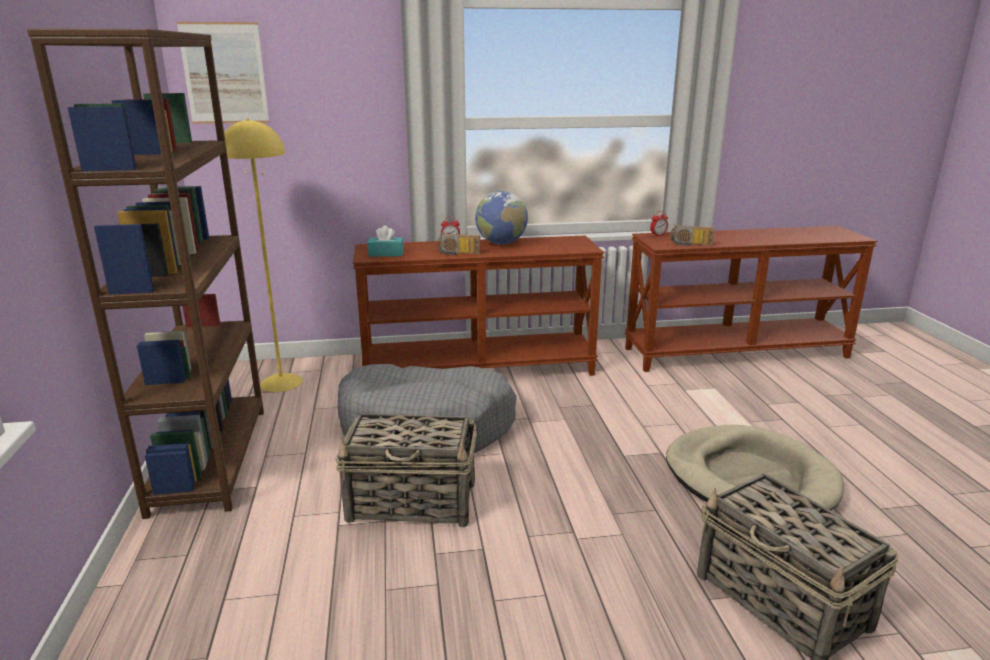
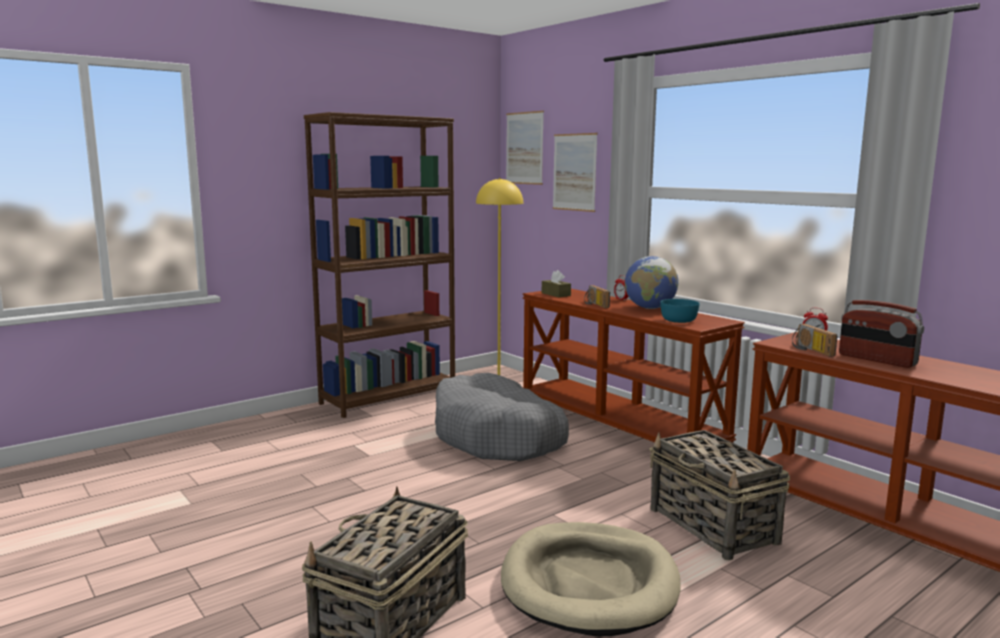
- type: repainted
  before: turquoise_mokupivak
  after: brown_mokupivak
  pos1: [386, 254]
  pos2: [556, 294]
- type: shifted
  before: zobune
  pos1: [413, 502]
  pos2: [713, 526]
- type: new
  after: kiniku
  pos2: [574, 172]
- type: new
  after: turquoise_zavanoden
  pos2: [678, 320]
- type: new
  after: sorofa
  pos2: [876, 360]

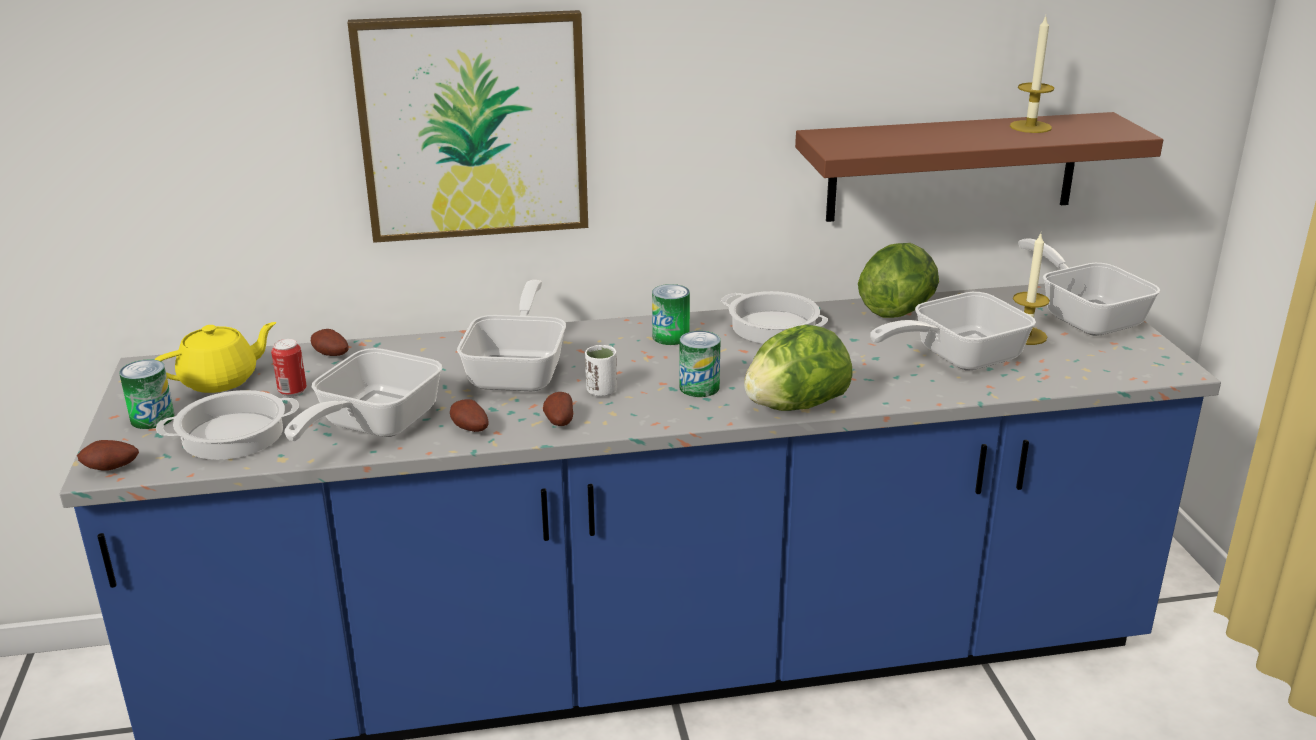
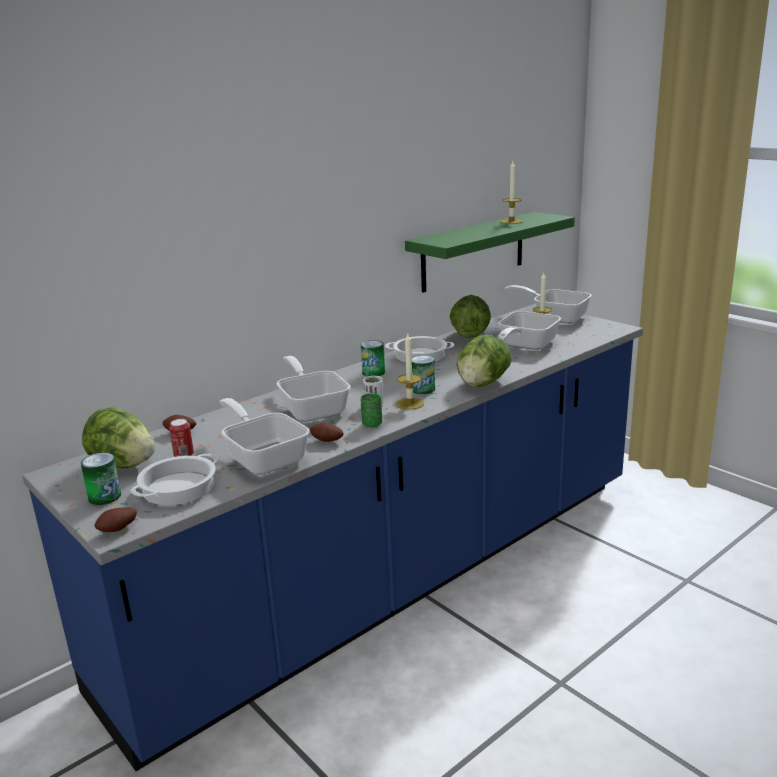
- type: gone
  before: kiniku
  pos1: [473, 126]
- type: repainted
  before: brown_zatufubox
  after: green_zatufubox
  pos1: [953, 167]
  pos2: [473, 251]
- type: swapped
  before: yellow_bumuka
  after: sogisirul
  pos1: [221, 380]
  pos2: [123, 464]
- type: rotated
  before: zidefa
  pos1: [371, 426]
  pos2: [264, 457]
  turn: 150
- type: swapped
  before: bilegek
  after: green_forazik
  pos1: [558, 422]
  pos2: [372, 424]
- type: new
  after: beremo
  pos2: [410, 404]

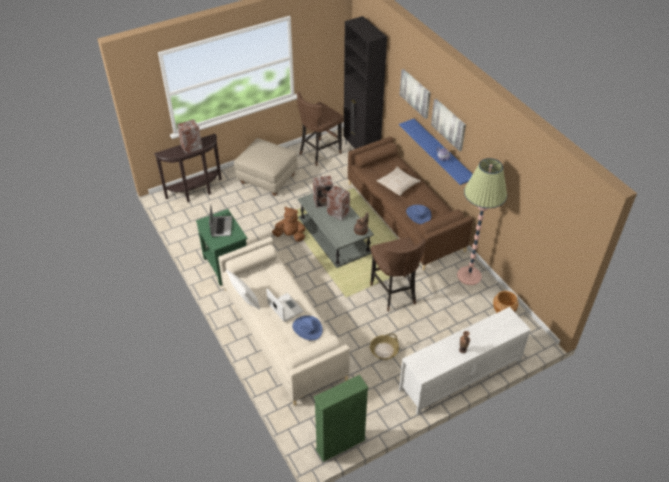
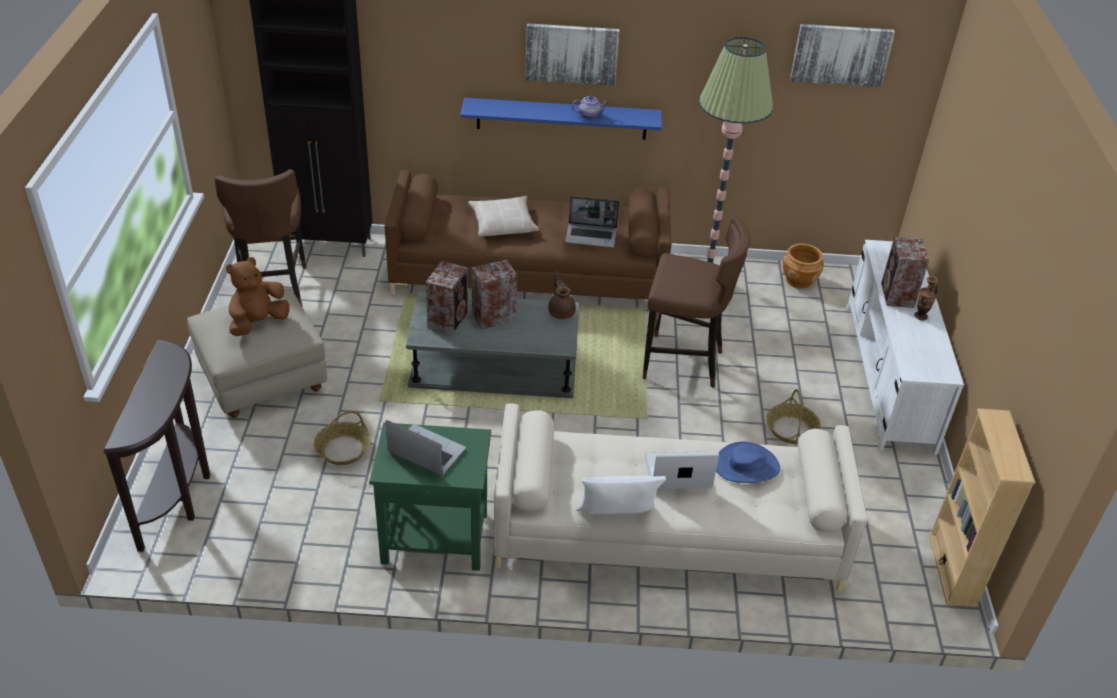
- type: shifted
  before: kiniku
  pos1: [415, 93]
  pos2: [841, 54]
- type: shifted
  before: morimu
  pos1: [191, 147]
  pos2: [897, 296]
- type: swapped
  before: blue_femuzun
  after: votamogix
  pos1: [418, 214]
  pos2: [591, 236]
- type: shifted
  before: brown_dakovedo
  pos1: [290, 236]
  pos2: [258, 323]
- type: repainted
  before: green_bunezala
  after: beige_bunezala
  pos1: [340, 444]
  pos2: [952, 569]
- type: new
  after: zobune
  pos2: [343, 449]

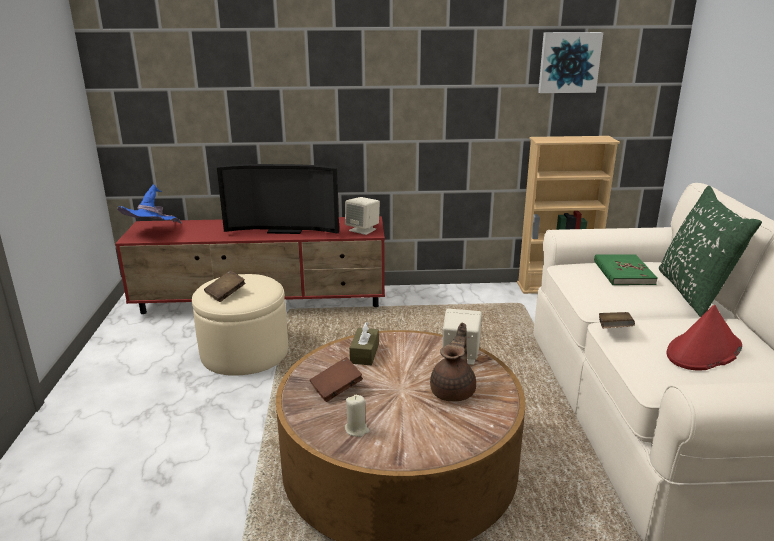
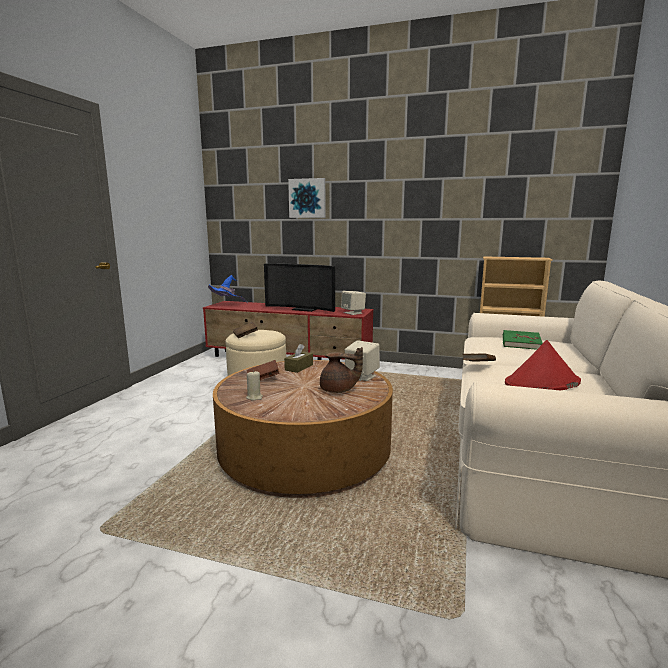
- type: shifted
  before: kiniku
  pos1: [569, 62]
  pos2: [307, 198]
- type: gone
  before: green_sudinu
  pos1: [694, 292]
- type: rotated
  before: brown_bumuka
  pos1: [454, 391]
  pos2: [338, 390]
  turn: 60

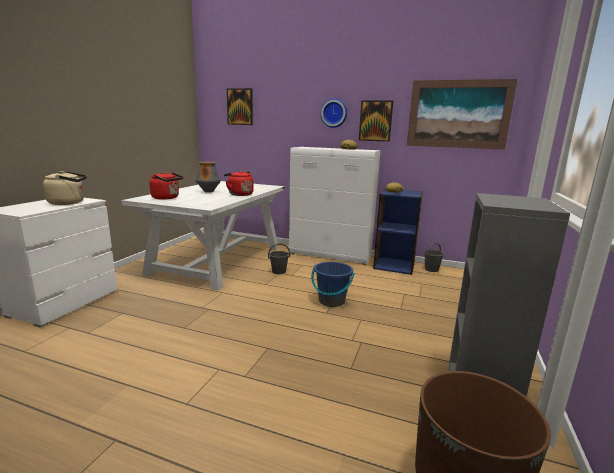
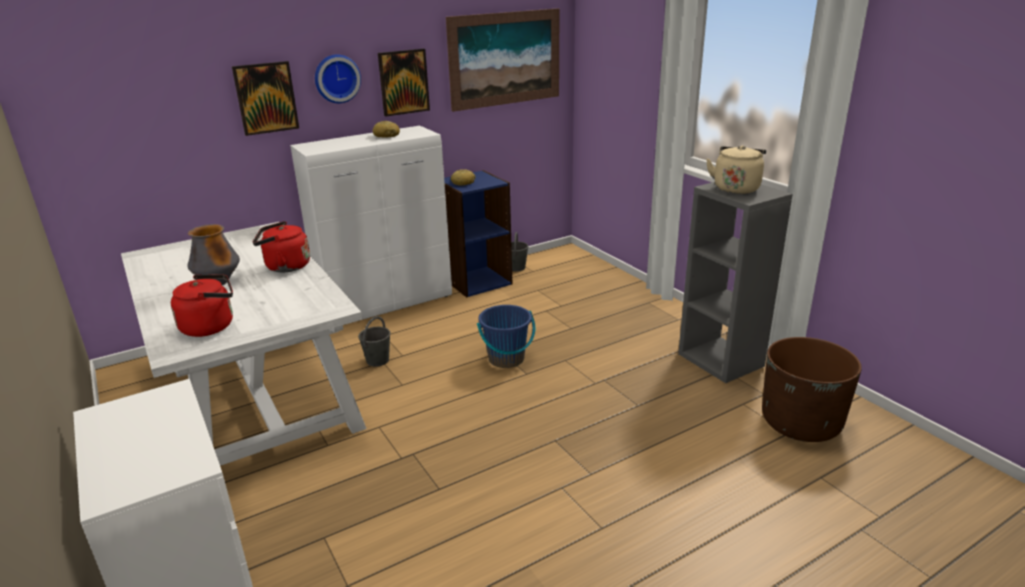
- type: shifted
  before: kiniku
  pos1: [240, 107]
  pos2: [266, 98]
- type: shifted
  before: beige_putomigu
  pos1: [69, 203]
  pos2: [736, 188]

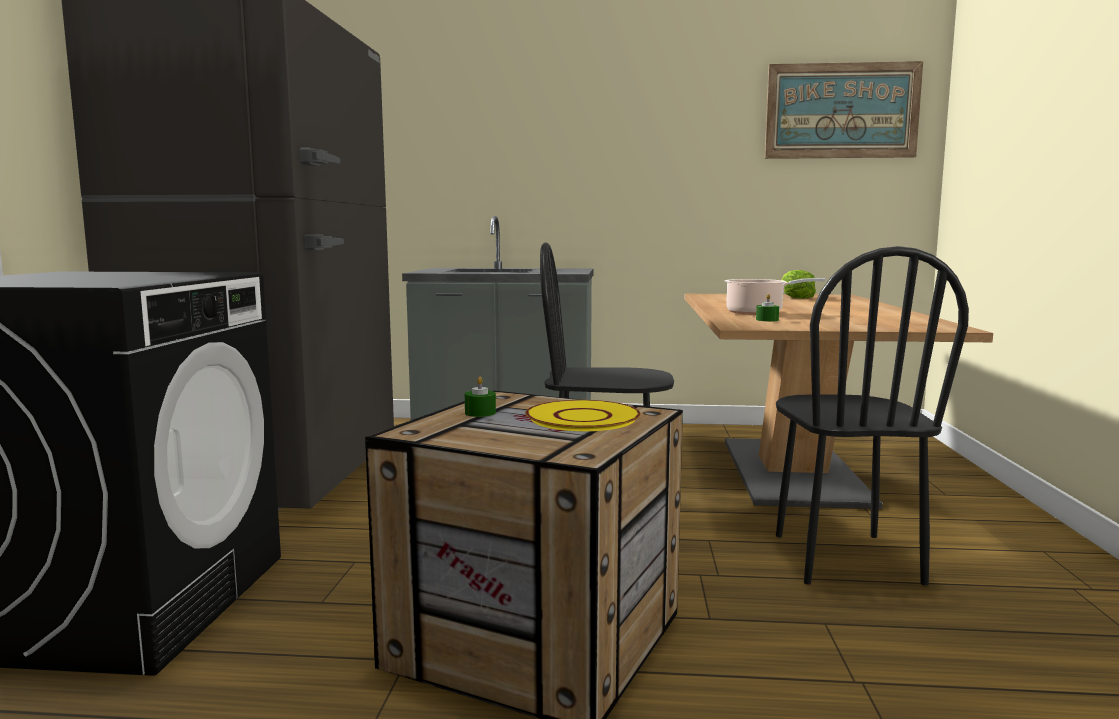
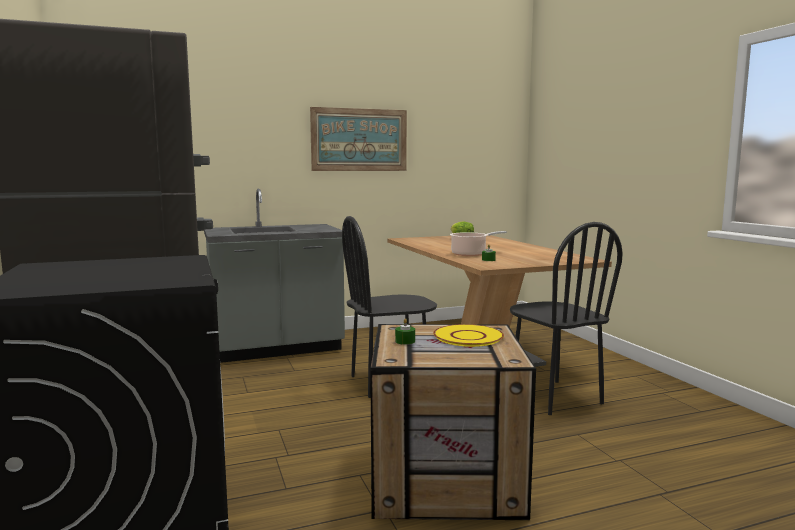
- type: shifted
  before: kiniku
  pos1: [841, 111]
  pos2: [359, 140]

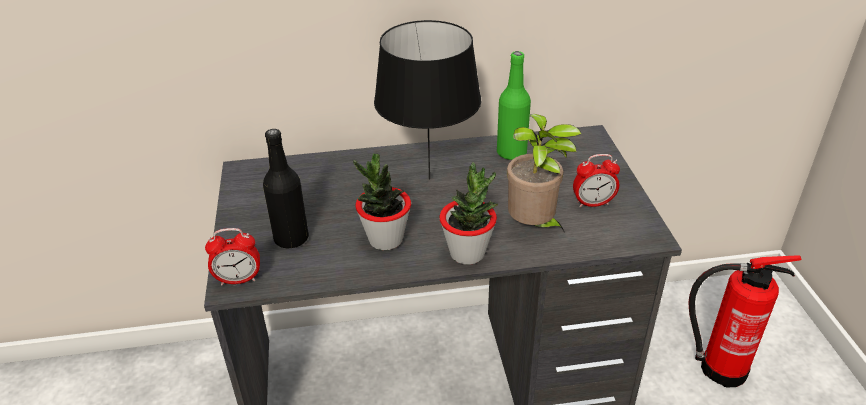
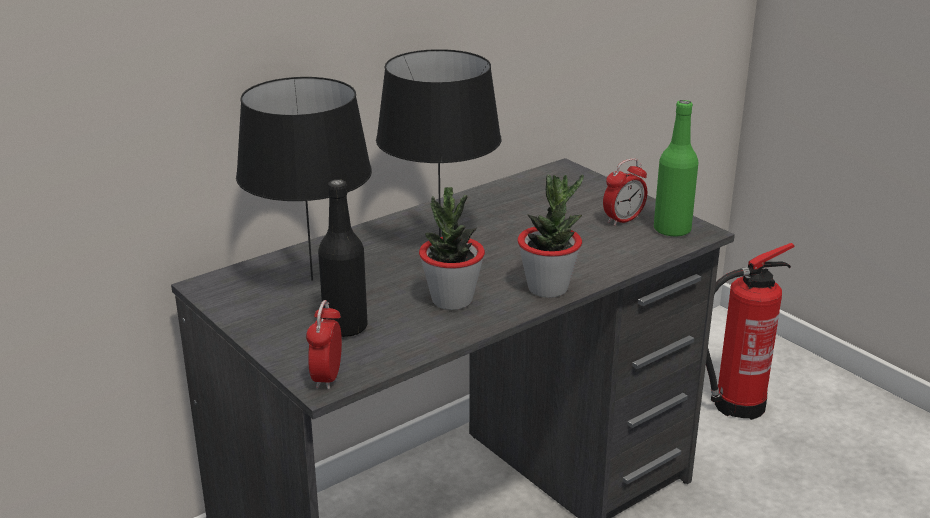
- type: shifted
  before: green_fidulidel
  pos1: [511, 153]
  pos2: [672, 230]
- type: gone
  before: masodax
  pos1: [534, 227]
- type: rotated
  before: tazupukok
  pos1: [238, 280]
  pos2: [327, 377]
  turn: 135
- type: new
  after: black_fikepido
  pos2: [313, 279]

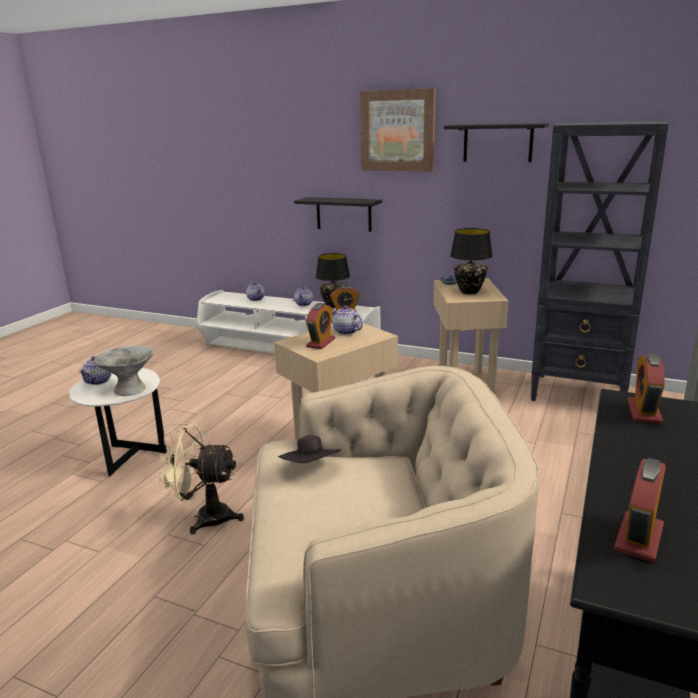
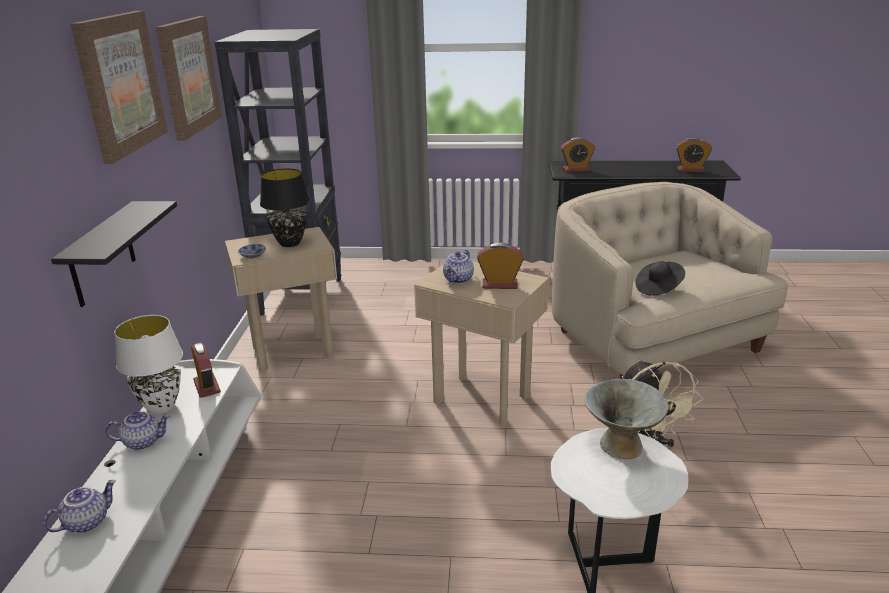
- type: swapped
  before: black_zatufubox
  after: kiniku
  pos1: [497, 143]
  pos2: [188, 76]
- type: repainted
  before: black_fikepido
  after: white_fikepido
  pos1: [334, 306]
  pos2: [160, 406]
- type: gone
  before: bumuka
  pos1: [99, 381]

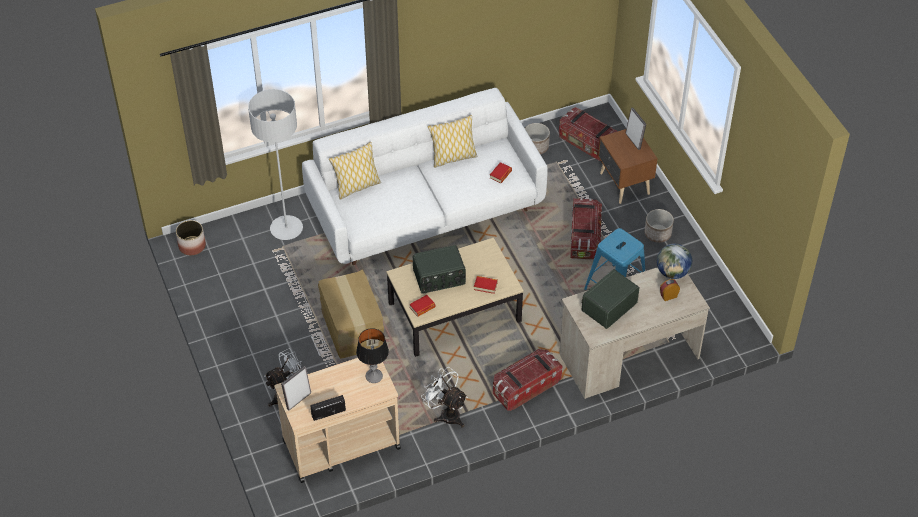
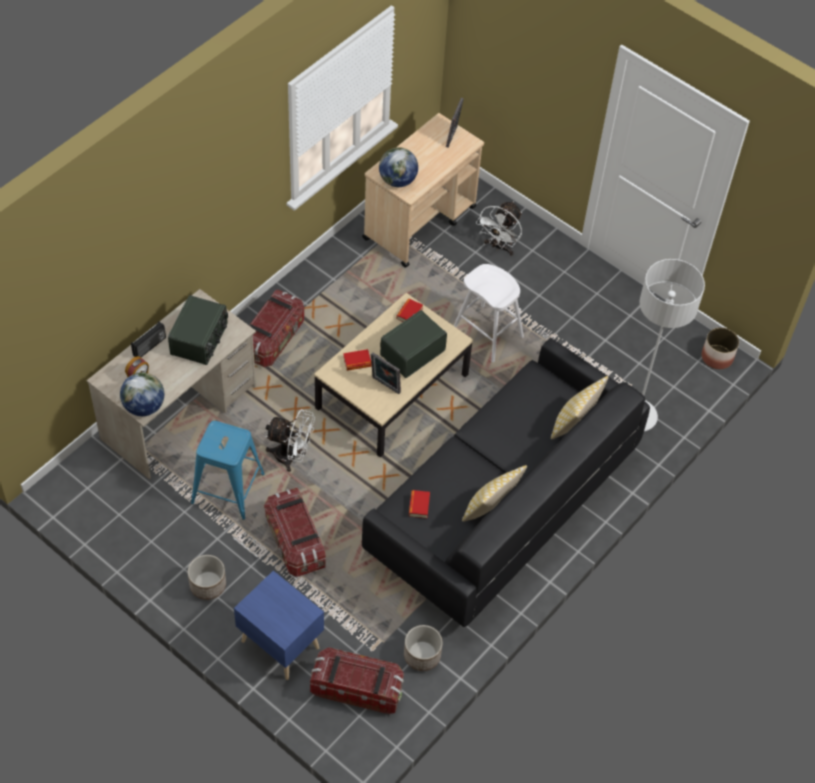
- type: repainted
  before: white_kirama
  after: black_kirama
  pos1: [426, 210]
  pos2: [500, 504]
- type: shifted
  before: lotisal
  pos1: [634, 140]
  pos2: [385, 386]
- type: repainted
  before: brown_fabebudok
  after: blue_fabebudok
  pos1: [624, 184]
  pos2: [280, 643]
- type: swapped
  before: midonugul
  after: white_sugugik
  pos1: [351, 328]
  pos2: [487, 333]
- type: swapped
  before: fikepido
  after: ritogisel
  pos1: [374, 376]
  pos2: [397, 181]
- type: shifted
  before: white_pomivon
  pos1: [446, 414]
  pos2: [291, 457]
- type: shifted
  before: sorofa
  pos1: [328, 412]
  pos2: [150, 347]

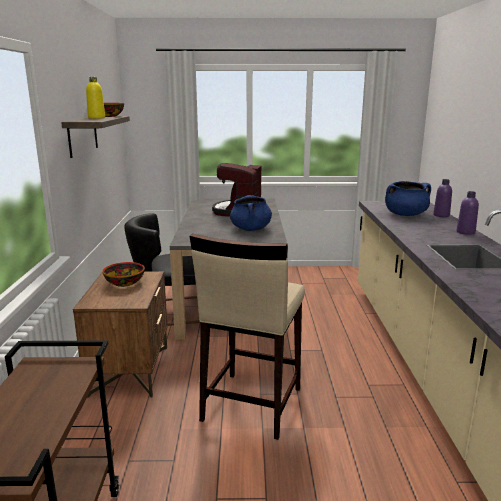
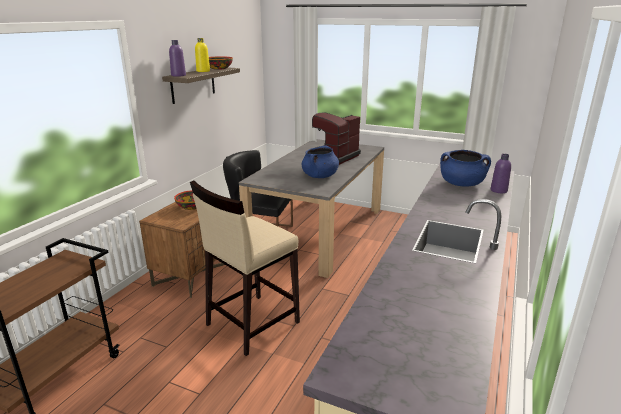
- type: shifted
  before: purple_fidulidel
  pos1: [465, 232]
  pos2: [178, 75]

